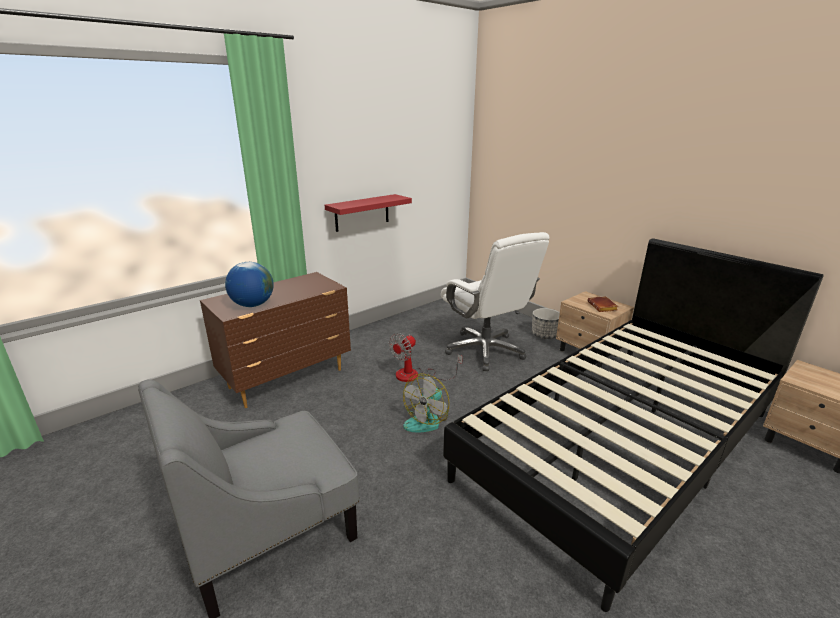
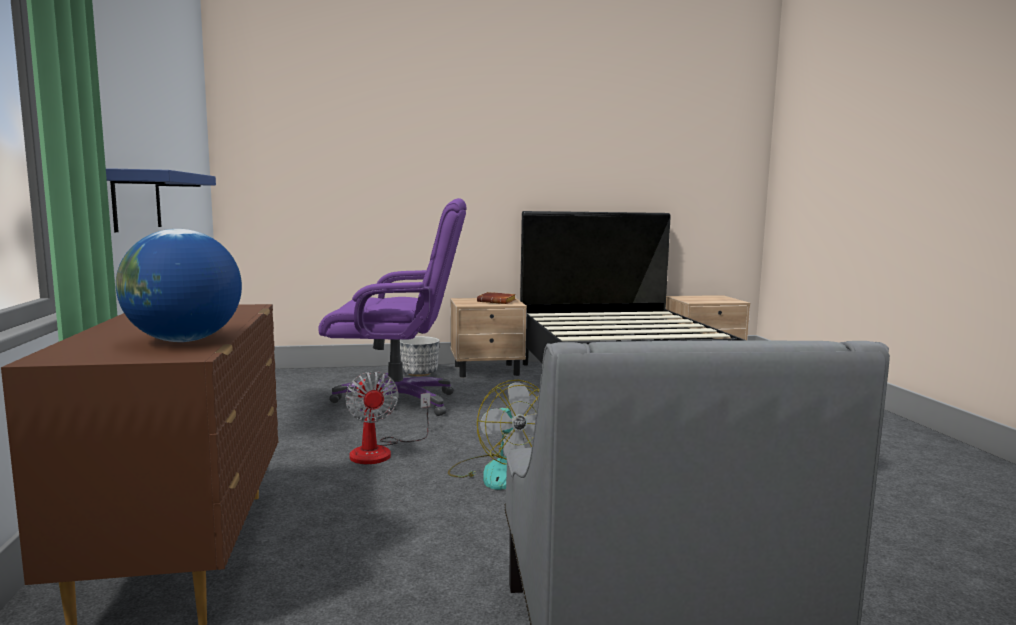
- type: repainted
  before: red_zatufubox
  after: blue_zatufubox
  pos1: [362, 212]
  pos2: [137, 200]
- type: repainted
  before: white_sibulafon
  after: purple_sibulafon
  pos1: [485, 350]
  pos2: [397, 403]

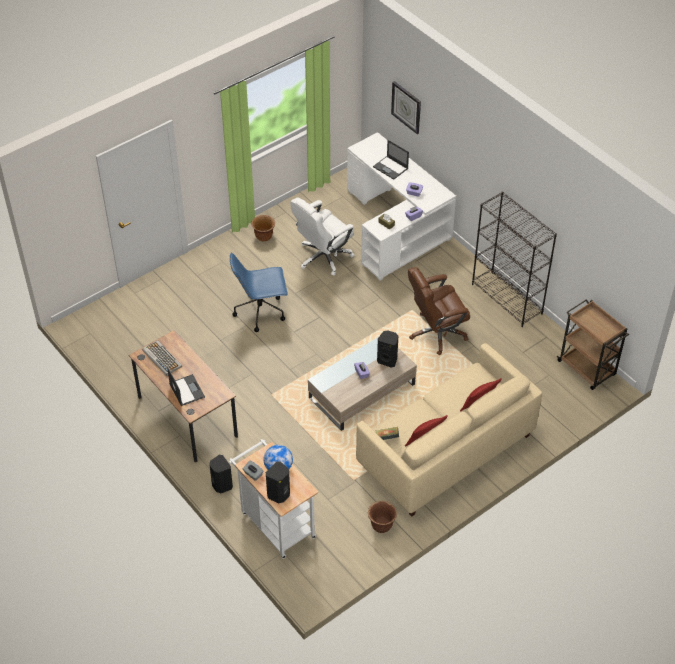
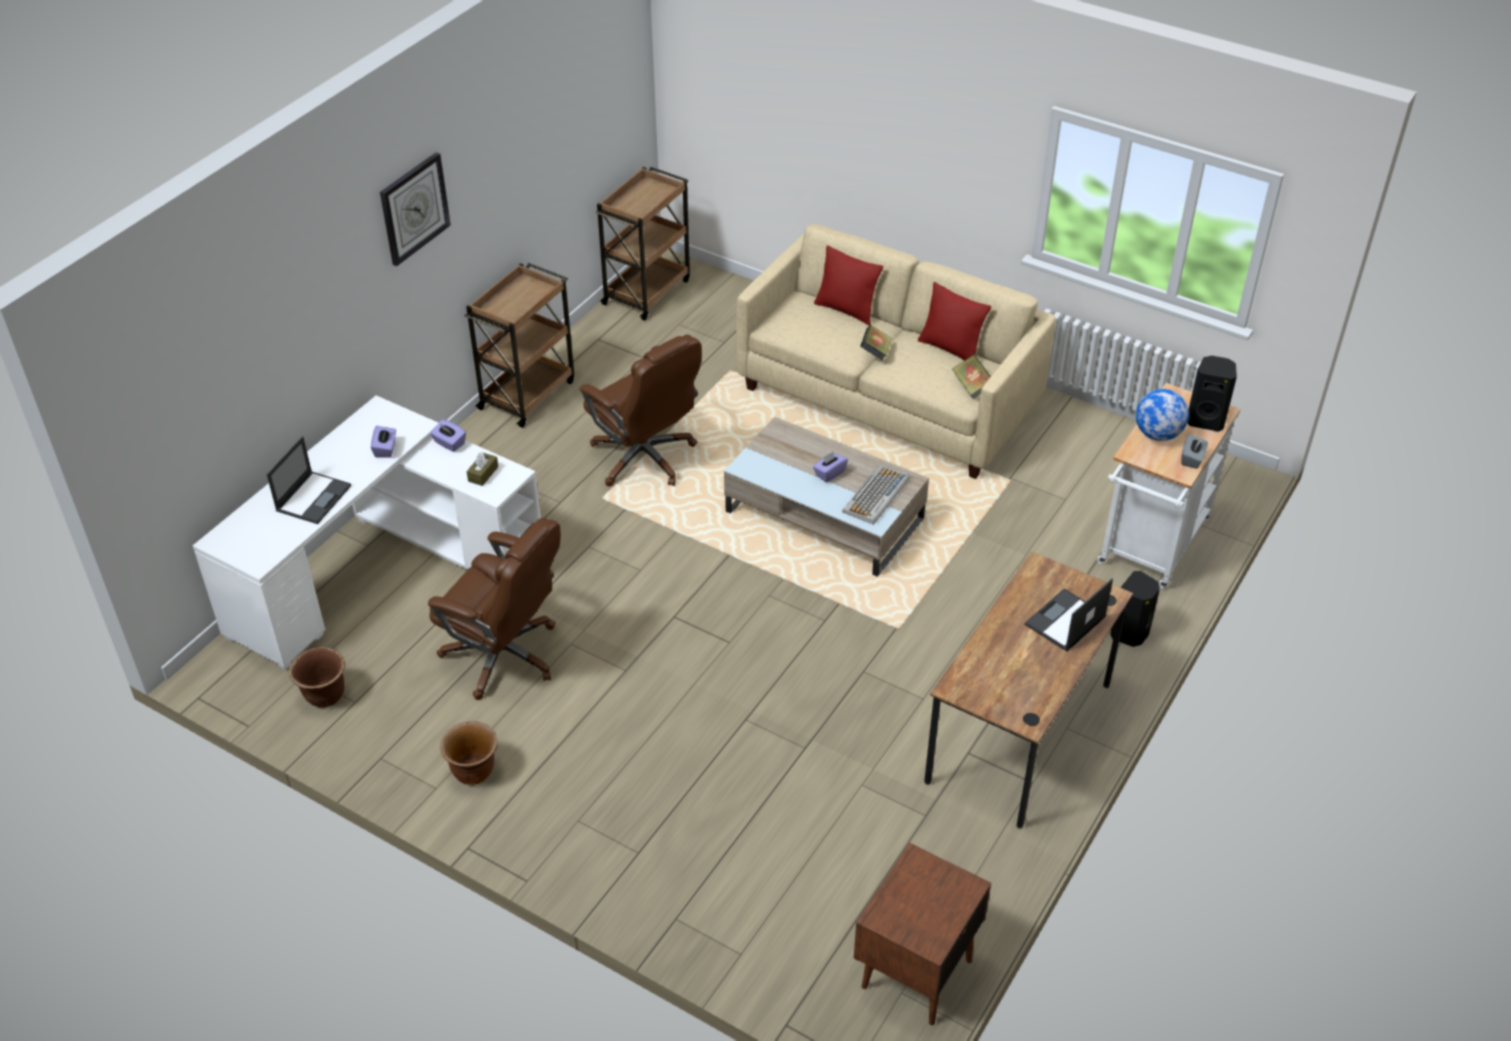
- type: shifted
  before: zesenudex
  pos1: [406, 107]
  pos2: [414, 208]
- type: swapped
  before: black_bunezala
  after: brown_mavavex
  pos1: [507, 299]
  pos2: [528, 393]
- type: repainted
  before: white_sibulafon
  after: brown_sibulafon
  pos1: [323, 257]
  pos2: [504, 655]
- type: gone
  before: blue_sibulafon
  pos1: [261, 311]
- type: gone
  before: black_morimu
  pos1: [387, 360]
- type: shifted
  before: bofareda
  pos1: [161, 358]
  pos2: [876, 496]
- type: shifted
  before: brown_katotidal
  pos1: [381, 525]
  pos2: [325, 696]
- type: new
  after: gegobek
  pos2: [875, 352]
- type: new
  after: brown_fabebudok
  pos2: [915, 974]

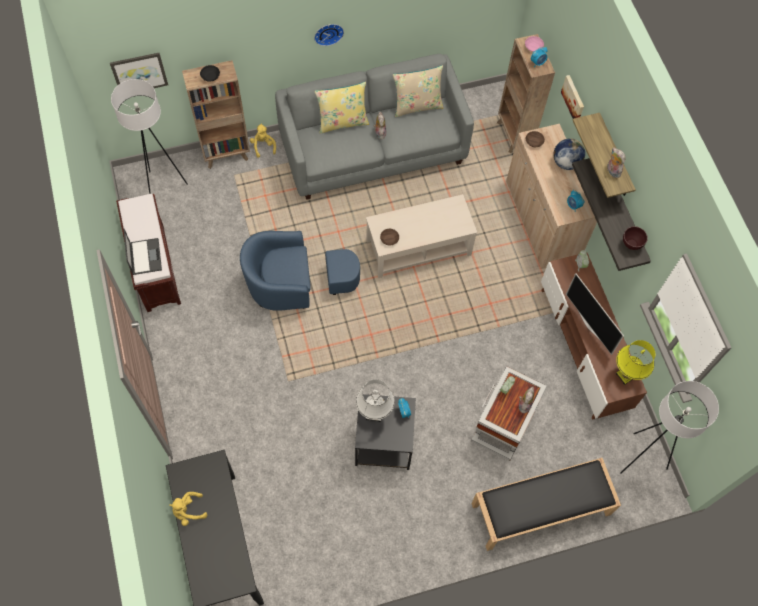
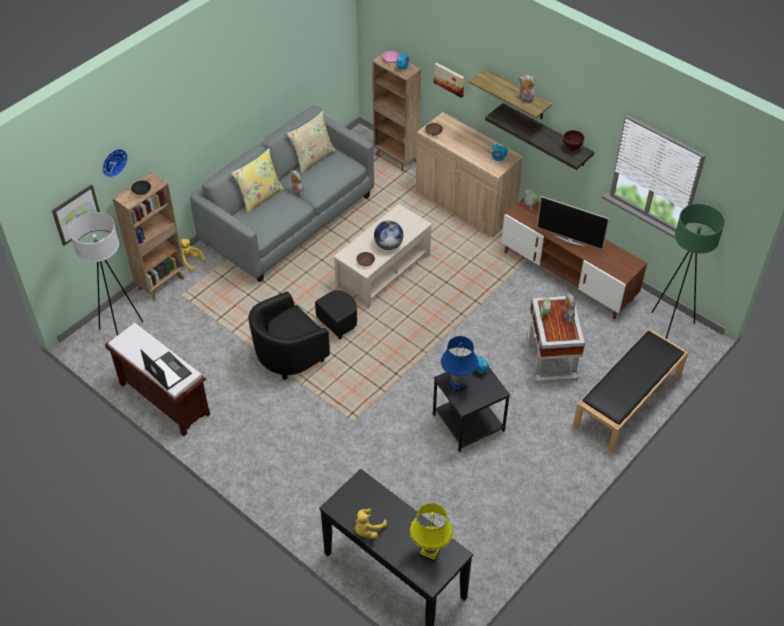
- type: shifted
  before: zesenudex
  pos1: [328, 33]
  pos2: [113, 161]
- type: shifted
  before: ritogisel
  pos1: [566, 162]
  pos2: [388, 245]
- type: repainted
  before: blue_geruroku
  after: black_geruroku
  pos1: [295, 284]
  pos2: [301, 348]
- type: shifted
  before: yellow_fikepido
  pos1: [625, 375]
  pos2: [430, 551]
- type: repainted
  before: white_fikepido
  after: blue_fikepido
  pos1: [374, 413]
  pos2: [457, 384]
- type: repainted
  before: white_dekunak
  after: green_dekunak
  pos1: [641, 458]
  pos2: [670, 326]

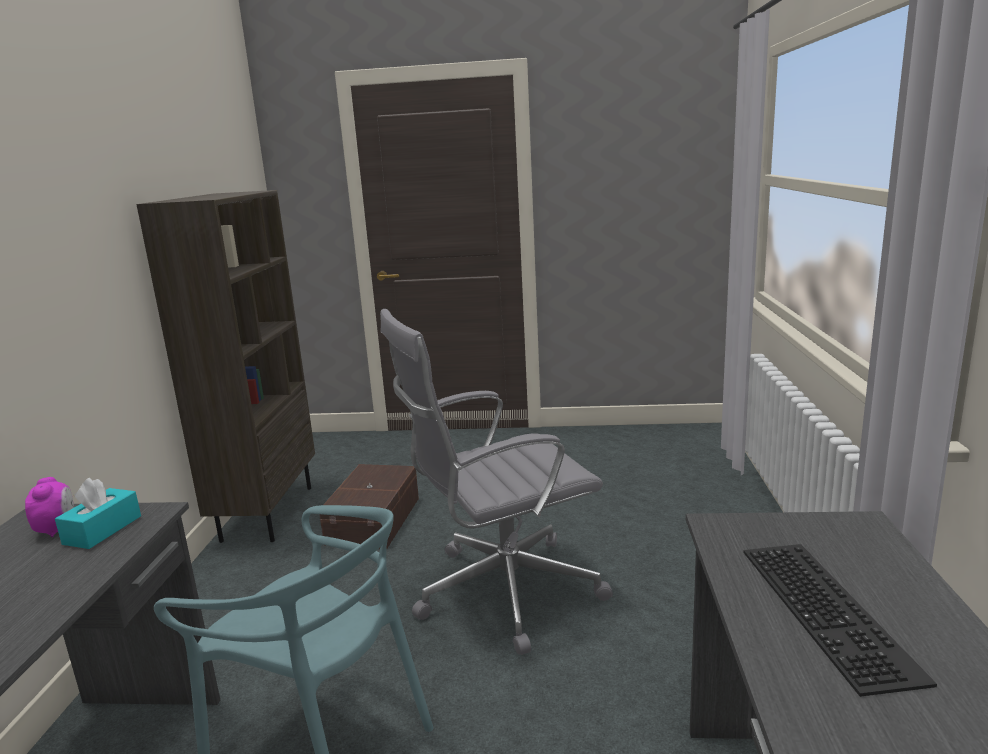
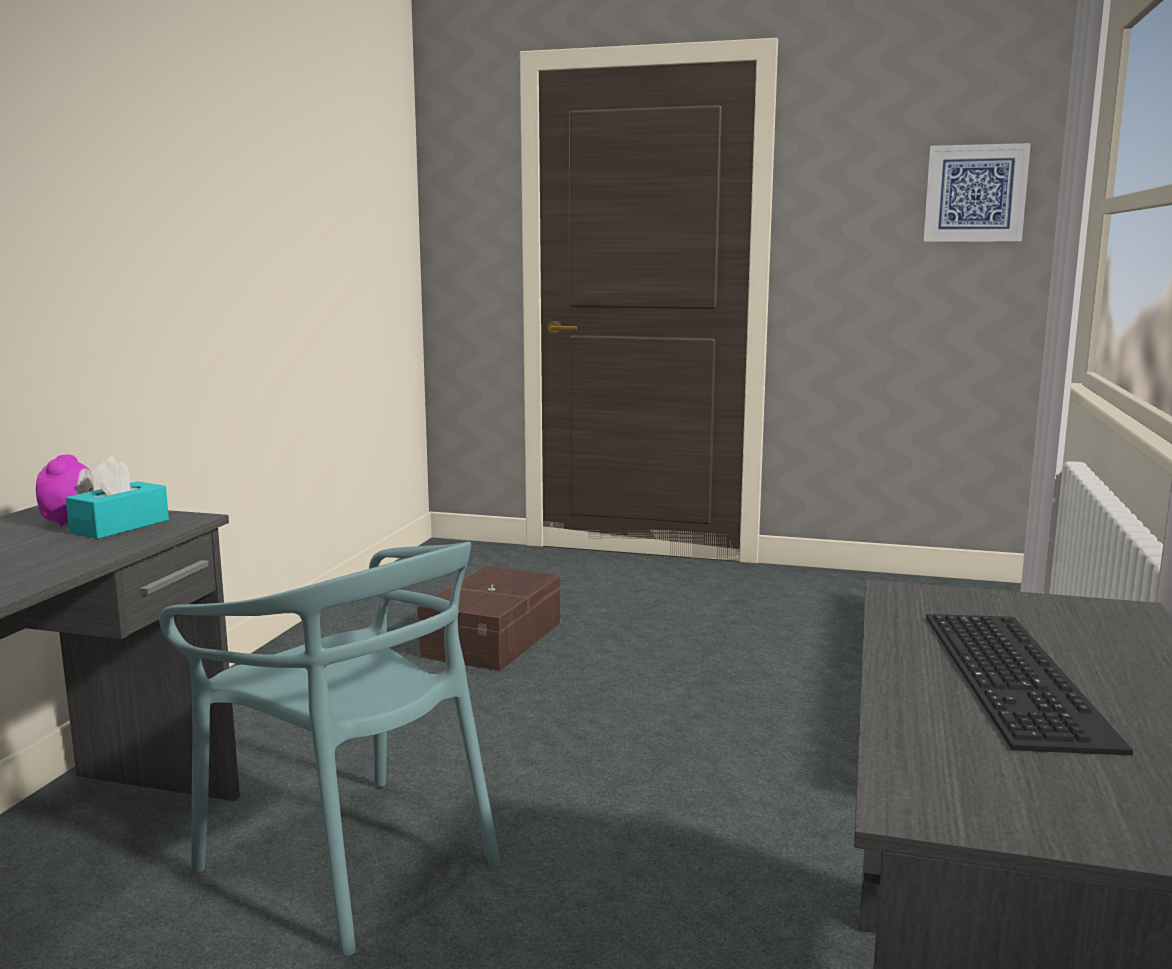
- type: gone
  before: brown_bunezala
  pos1: [267, 512]
- type: gone
  before: grey_sibulafon
  pos1: [502, 591]
- type: new
  after: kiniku
  pos2: [975, 193]

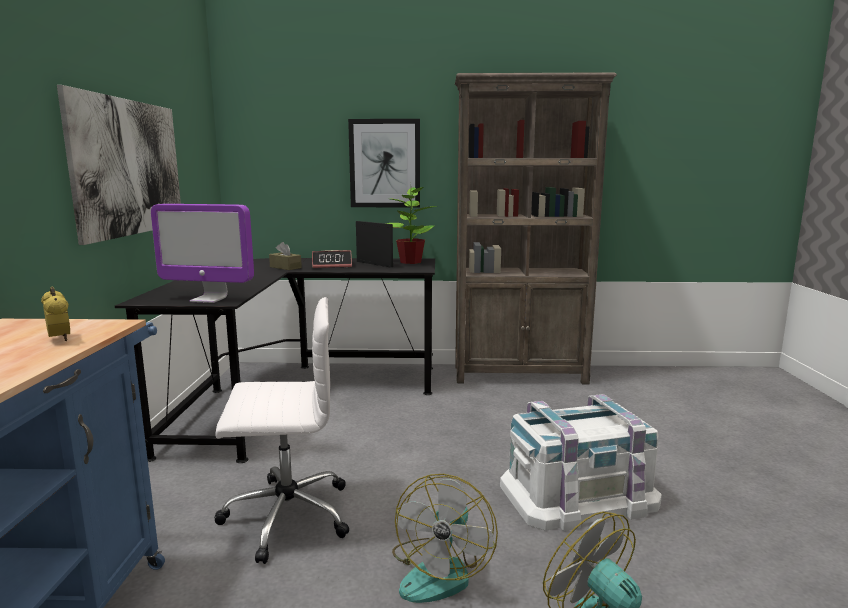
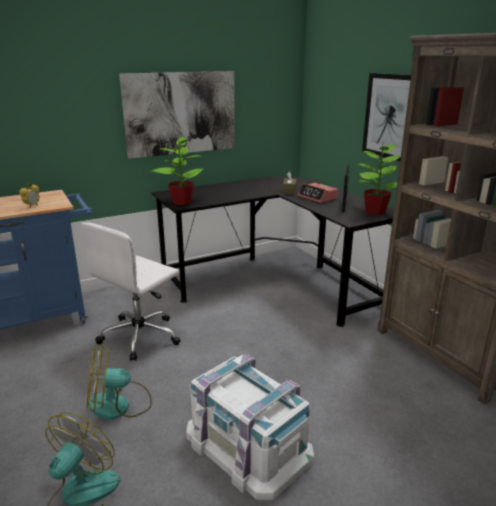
- type: swapped
  before: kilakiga
  after: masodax
  pos1: [209, 299]
  pos2: [182, 202]
- type: rotated
  before: white_sibulafon
  pos1: [285, 515]
  pos2: [141, 336]
  turn: 75

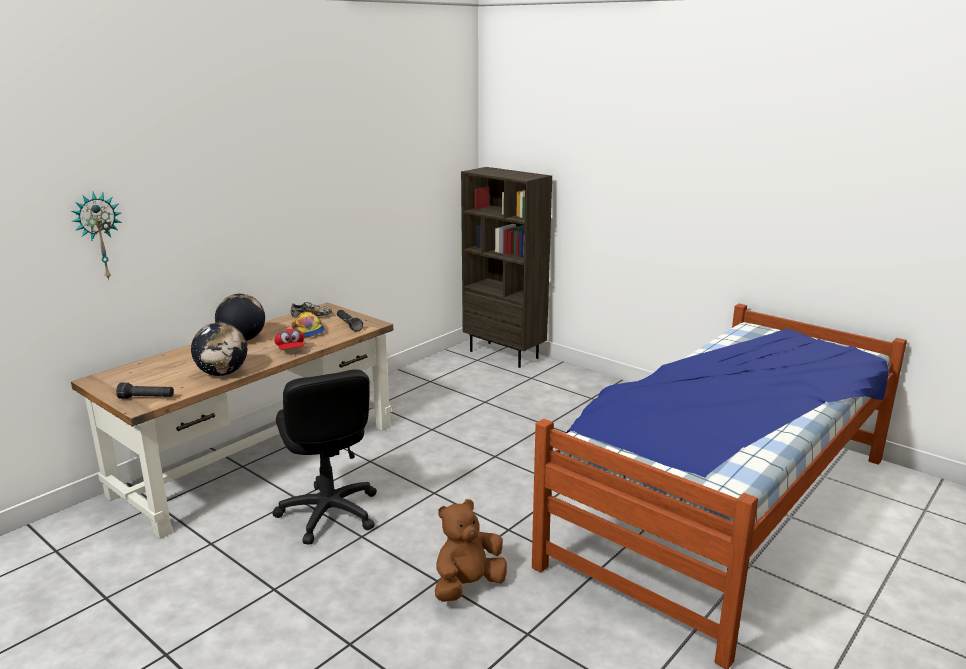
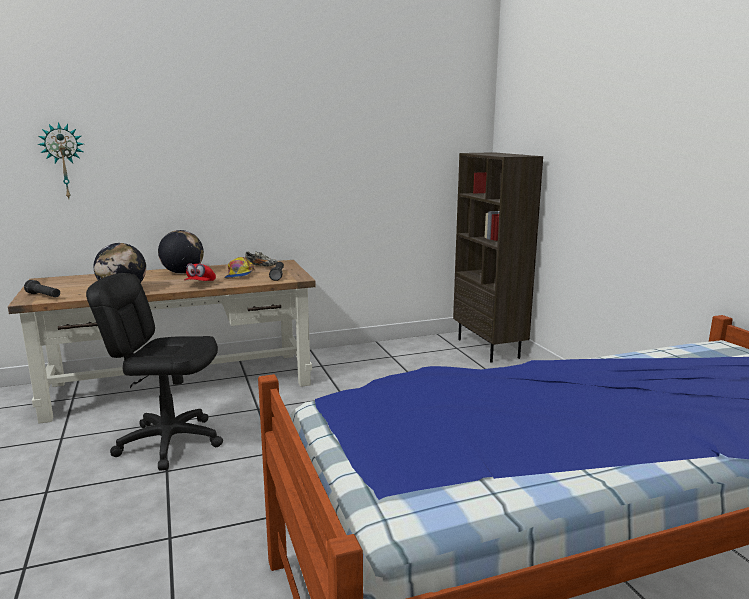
- type: rotated
  before: black_sibulafon
  pos1: [329, 513]
  pos2: [170, 442]
  turn: 90
- type: gone
  before: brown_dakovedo
  pos1: [468, 586]

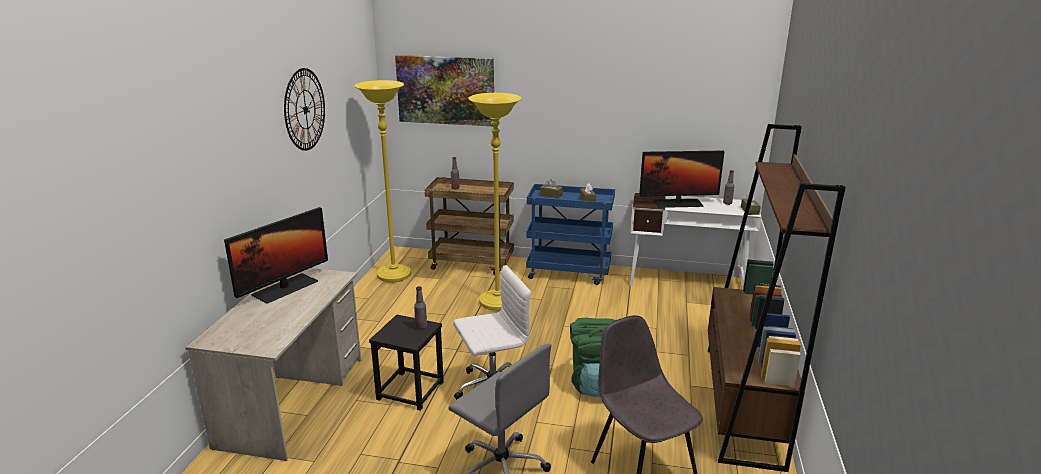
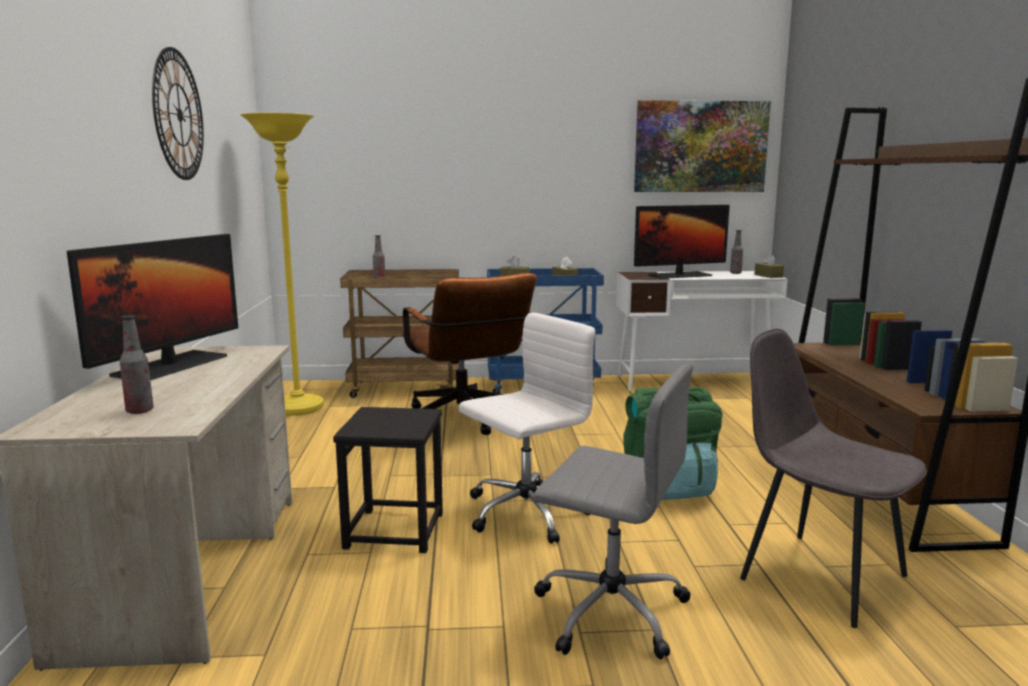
- type: shifted
  before: kiniku
  pos1: [445, 90]
  pos2: [700, 147]
- type: swapped
  before: yellow_dekunak
  after: brown_sibulafon
  pos1: [497, 302]
  pos2: [466, 421]
- type: shifted
  before: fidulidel
  pos1: [421, 327]
  pos2: [140, 411]

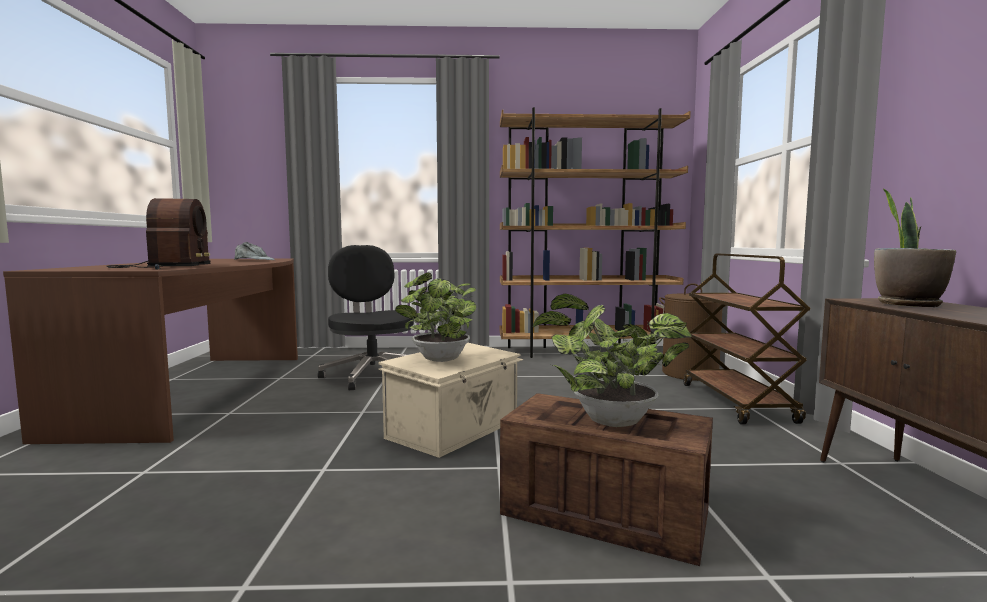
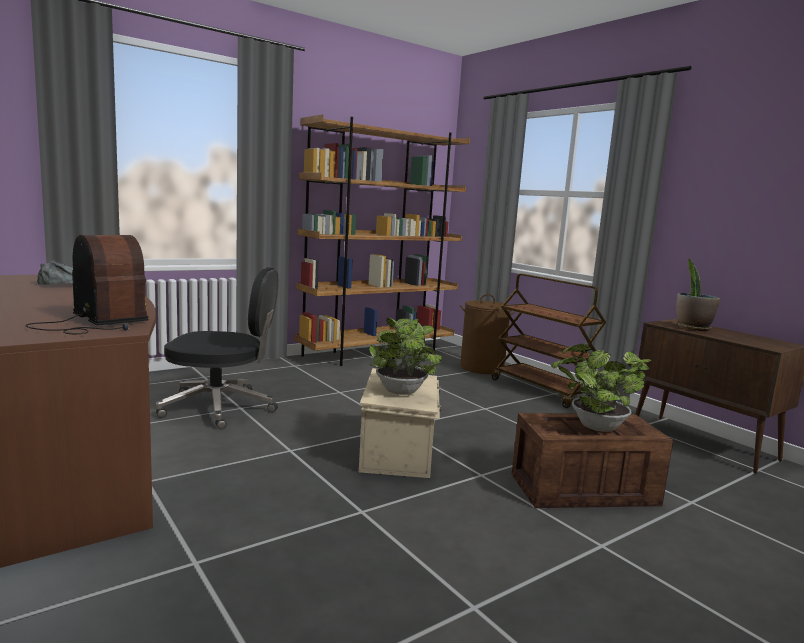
- type: rotated
  before: black_sibulafon
  pos1: [371, 375]
  pos2: [221, 408]
  turn: 150

